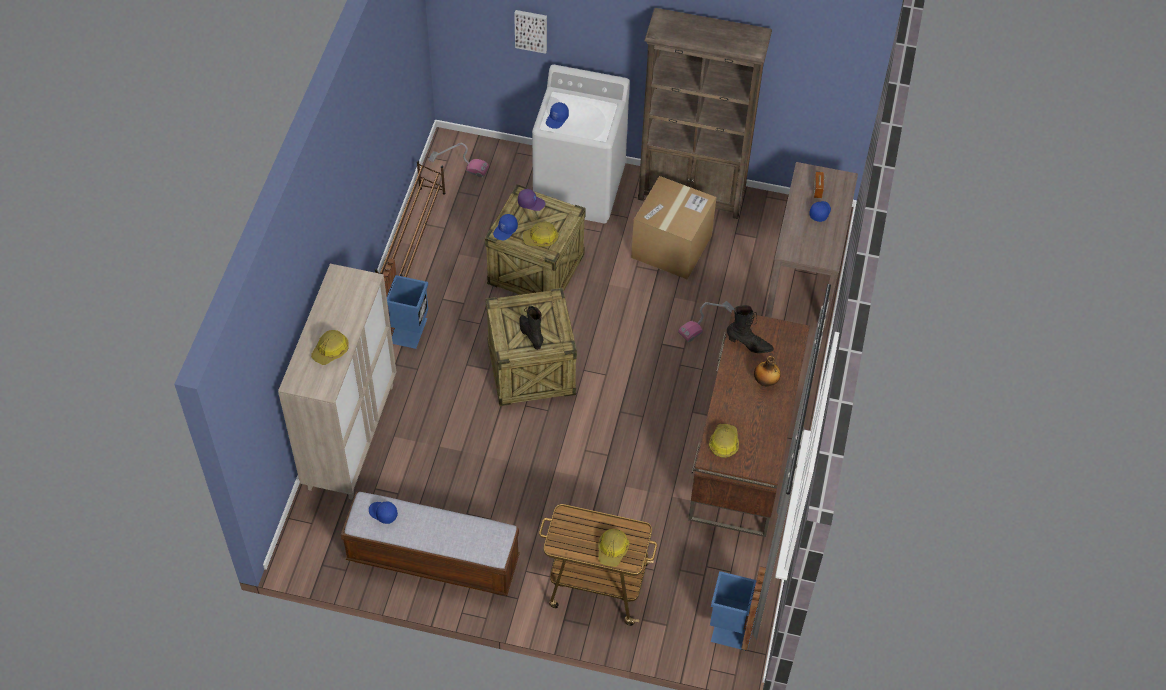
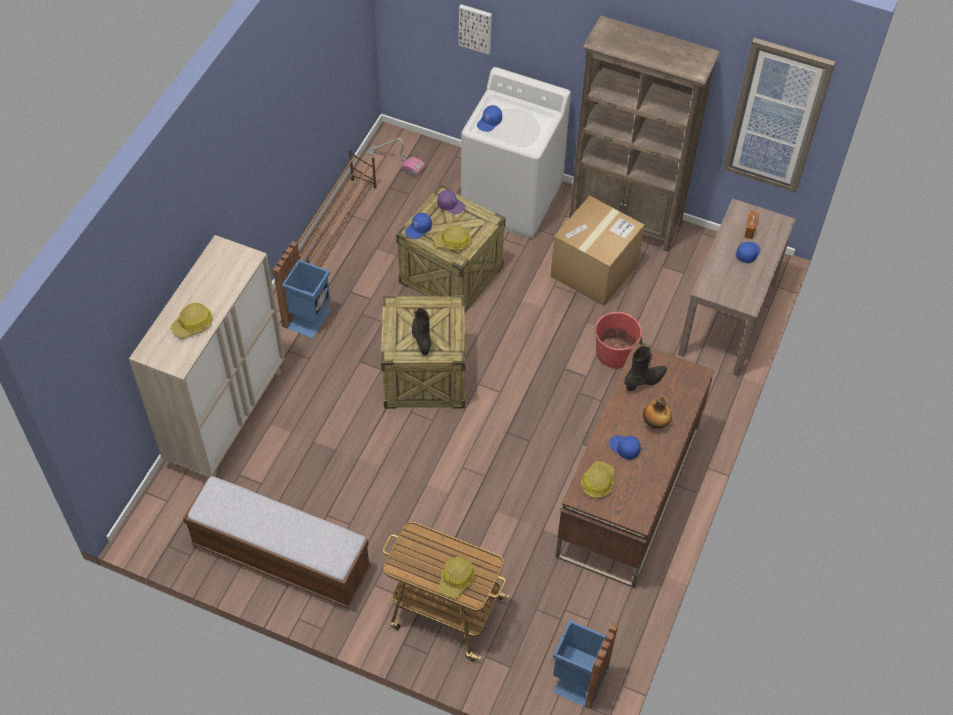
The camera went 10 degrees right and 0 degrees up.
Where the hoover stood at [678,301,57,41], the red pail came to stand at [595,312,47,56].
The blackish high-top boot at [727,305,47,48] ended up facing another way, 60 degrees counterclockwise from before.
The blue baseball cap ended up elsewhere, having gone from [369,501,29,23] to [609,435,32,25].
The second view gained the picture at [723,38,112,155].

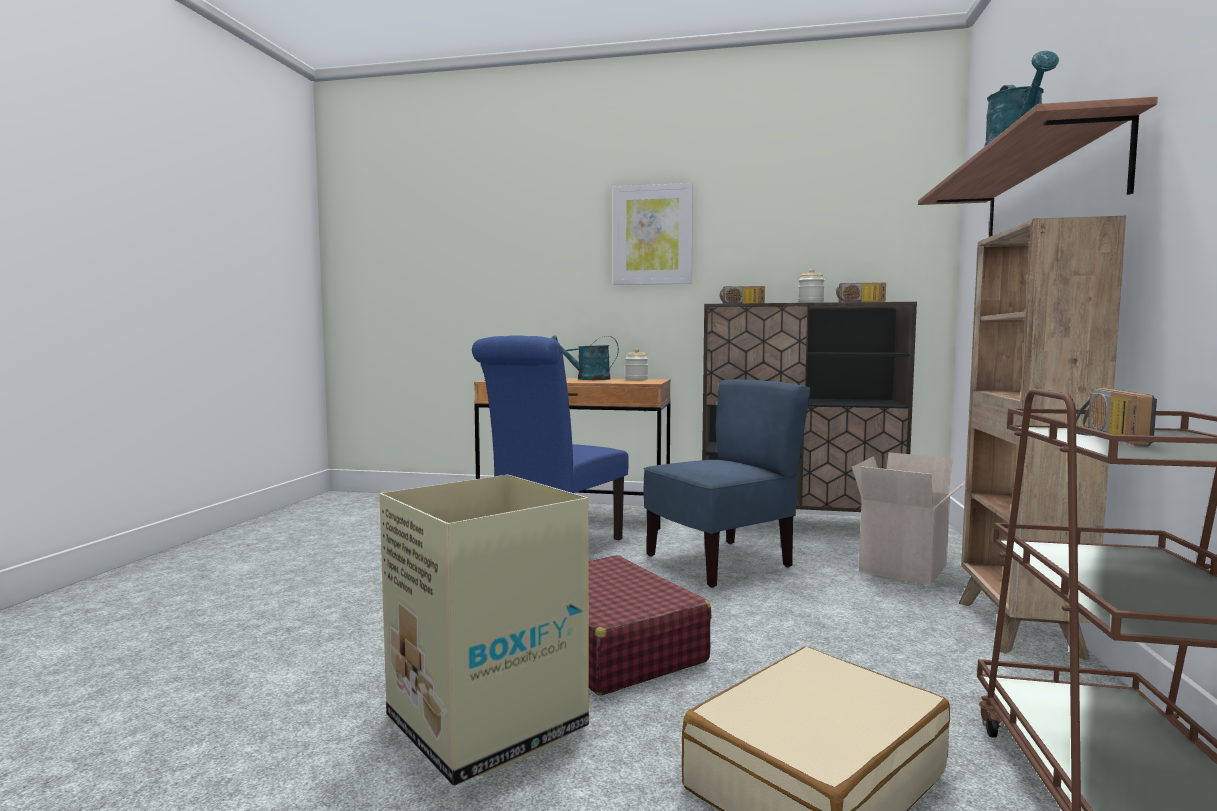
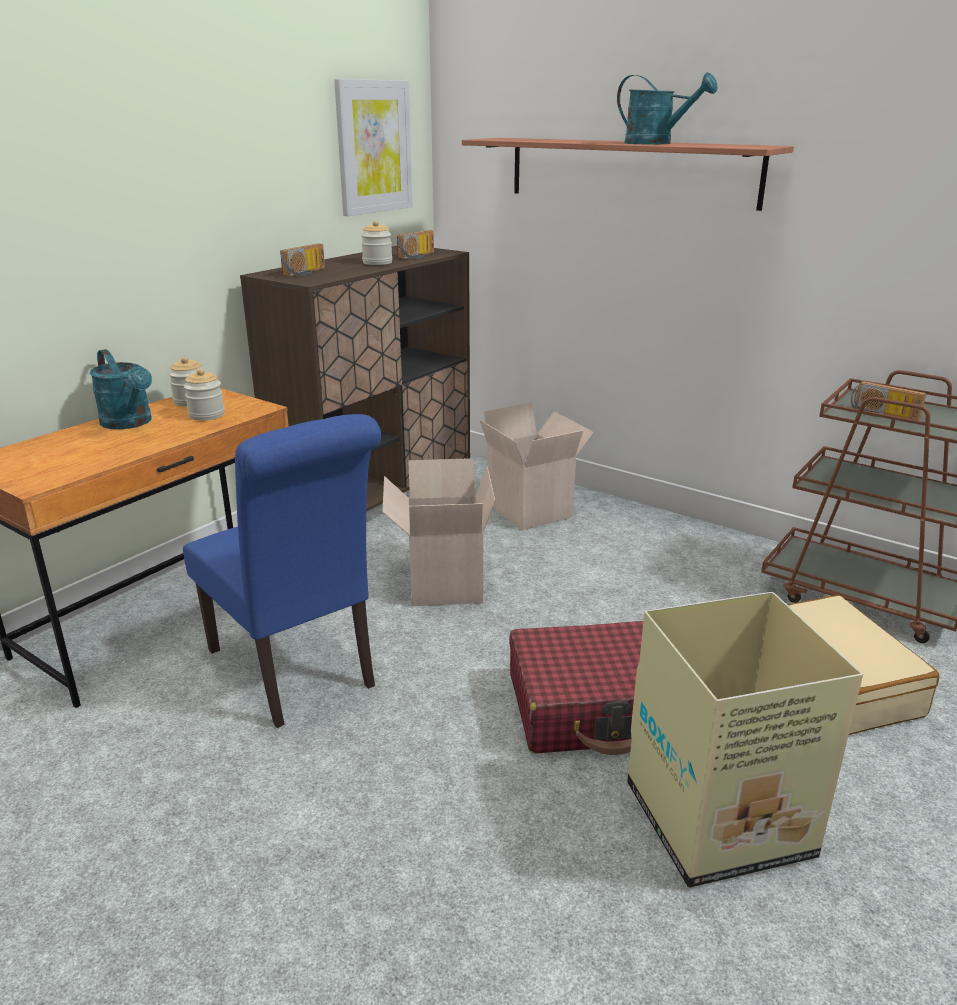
The camera went 65 degrees left and 20 degrees up.
The picture ended up elsewhere, having gone from [613,183,80,102] to [334,79,79,137].
The second view lost the brownish bookshelf at [959,216,167,444].
The blue-green watering pot at [552,335,67,45] ended up facing another way, 60 degrees counterclockwise from before.
Where the blue plain chair stood at [644,379,166,209], the carton came to stand at [382,458,113,148].
The second view gained the jar at [184,368,41,53].

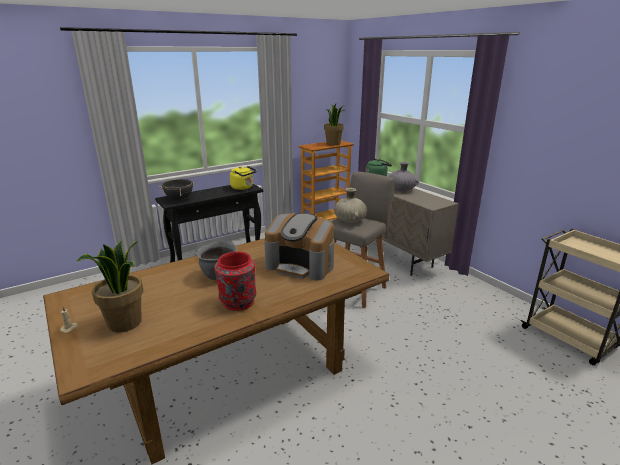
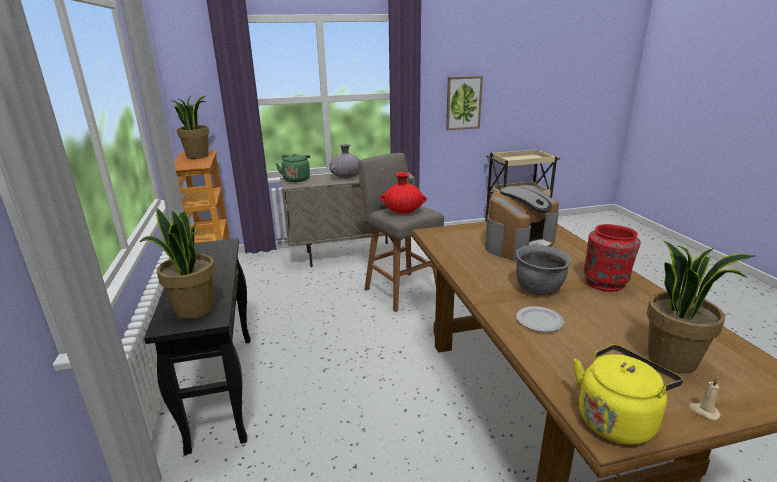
The camera went 70 degrees left and 0 degrees up.
The yellow-coloured tea kettle ended up elsewhere, having gone from [230,166,27,24] to [574,344,109,101].
Where the blackish saucepot stood at [158,179,38,21], the potted plant came to stand at [140,208,76,111].
What was the beige vase at [334,188,33,35] turned into the red vase at [380,172,47,42].
The second view gained the picture at [446,76,37,54].
The second view gained the plate at [516,306,48,26].

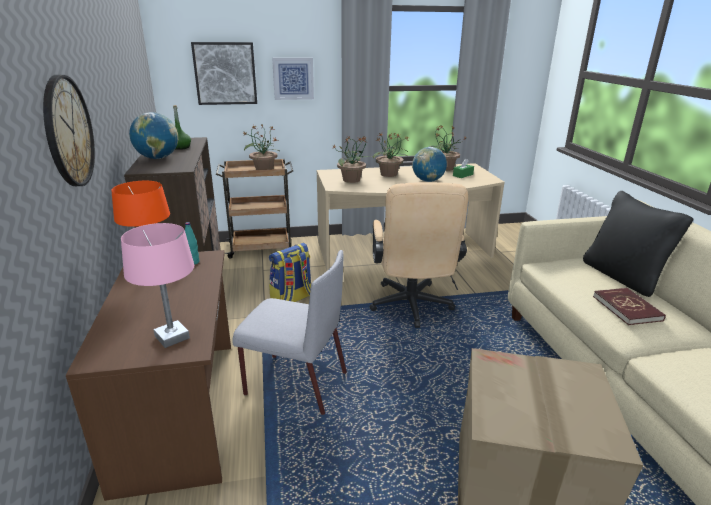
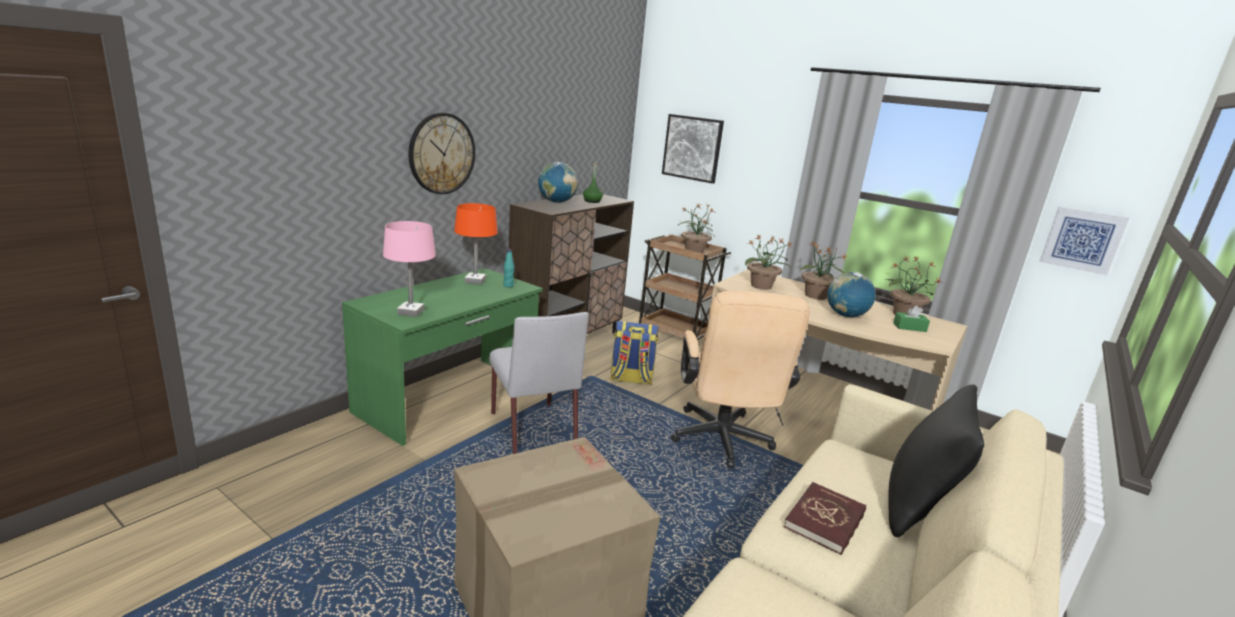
The camera went 45 degrees right and 5 degrees down.
The picture ended up elsewhere, having gone from [272,57,42,43] to [1039,207,90,68].
The beige computer chair at [369,182,99,146] ended up facing another way, 45 degrees counterclockwise from before.
What was the brownish desk unit at [66,250,165,251] turned into the greenish desk unit at [342,268,201,178].

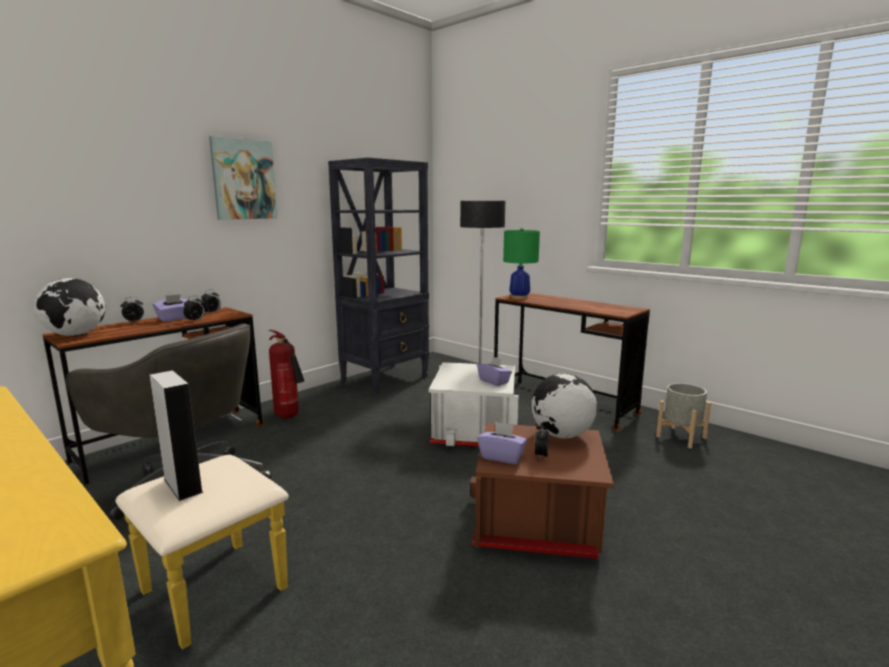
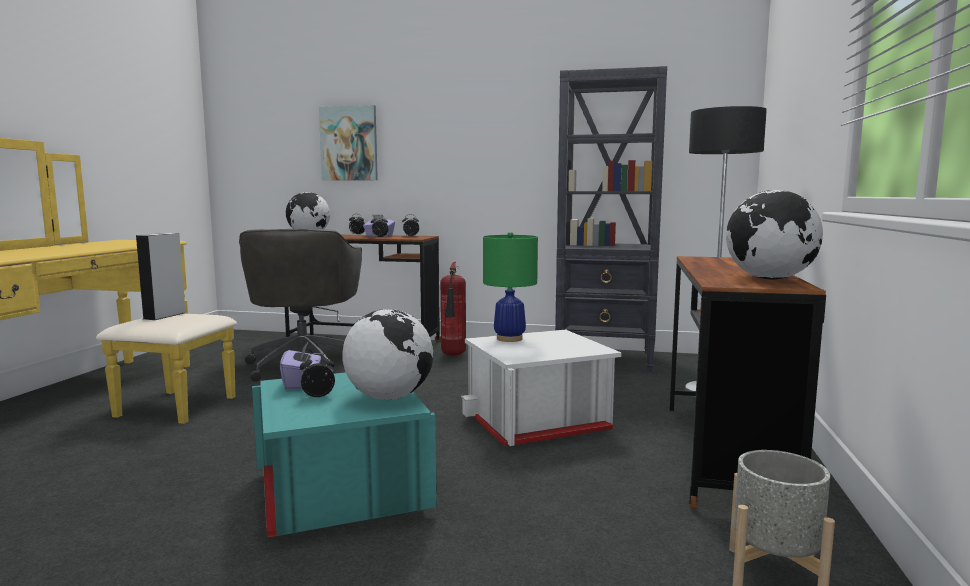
The camera went 60 degrees right and 5 degrees down.
The picture ended up elsewhere, having gone from [209,136,69,84] to [319,105,59,76].
The greenish tabletop lamp ended up elsewhere, having gone from [503,228,37,71] to [483,232,55,110].
The second view lost the purple-coloured tissue box at [477,357,35,29].
What was the brownish storage box at [470,423,144,136] turned into the blue-green storage box at [252,372,185,165].
The second view gained the globe at [726,190,97,90].

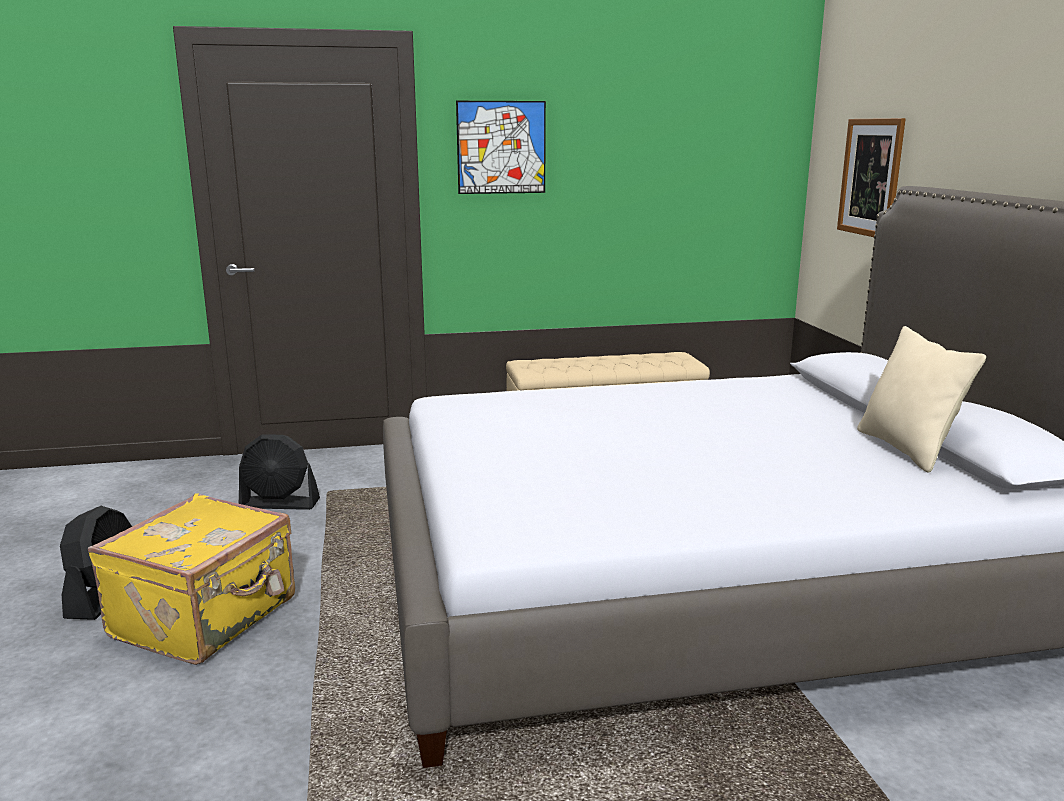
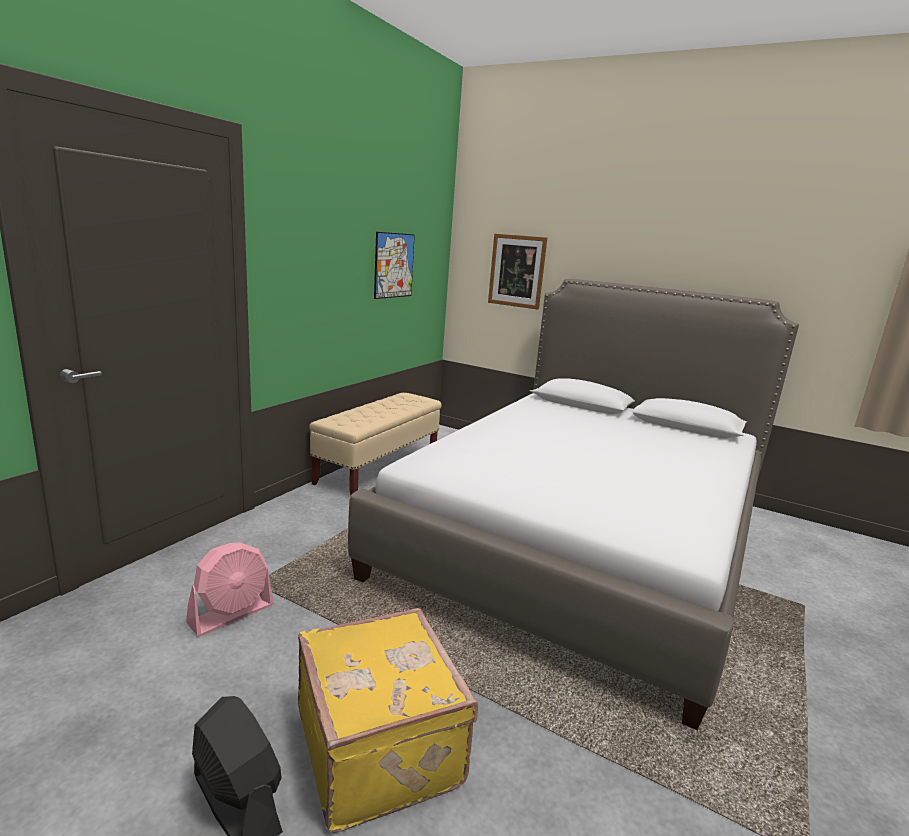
The camera went 50 degrees left and 0 degrees up.
The picture ended up elsewhere, having gone from [456,101,90,93] to [374,232,41,67].
The second view lost the beige throw pillow at [857,326,129,147].
What was the blackish fan at [239,434,81,76] turned into the pinkish fan at [186,543,88,93].

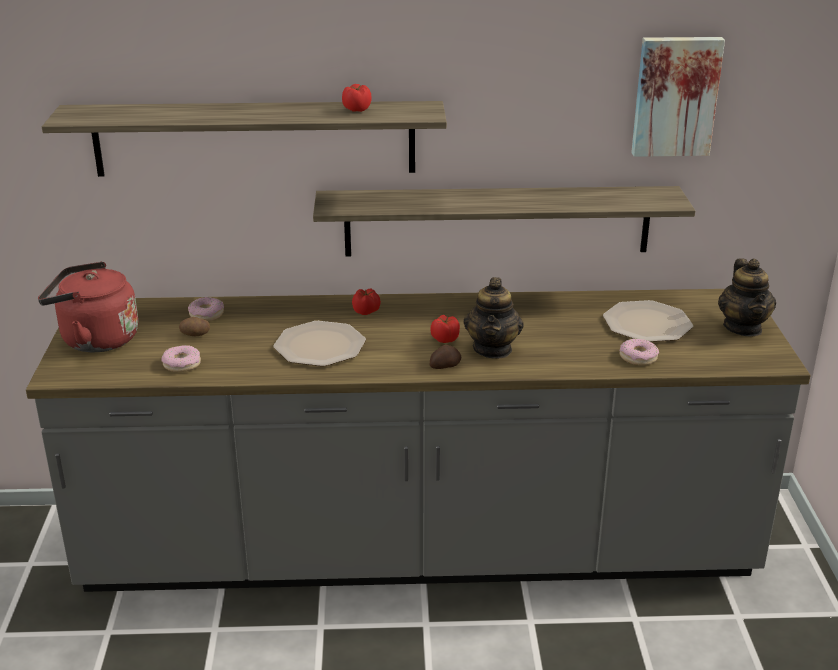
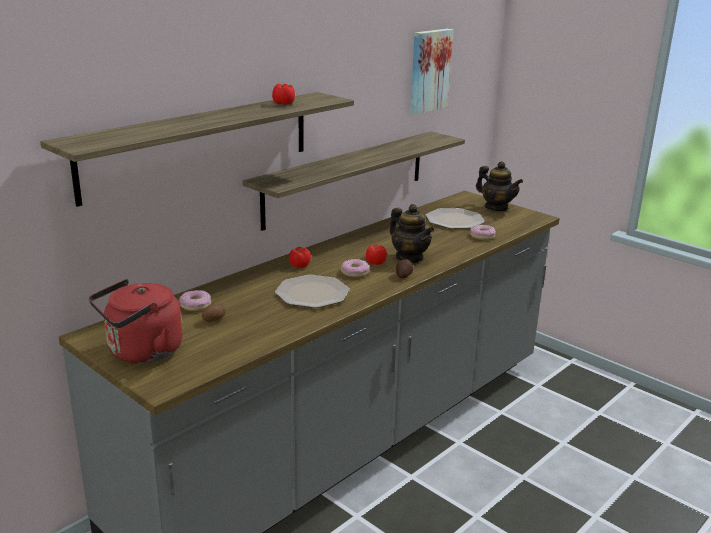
The camera went 45 degrees left and 5 degrees down.
The donut ended up elsewhere, having gone from [161,345,40,27] to [341,259,29,18].

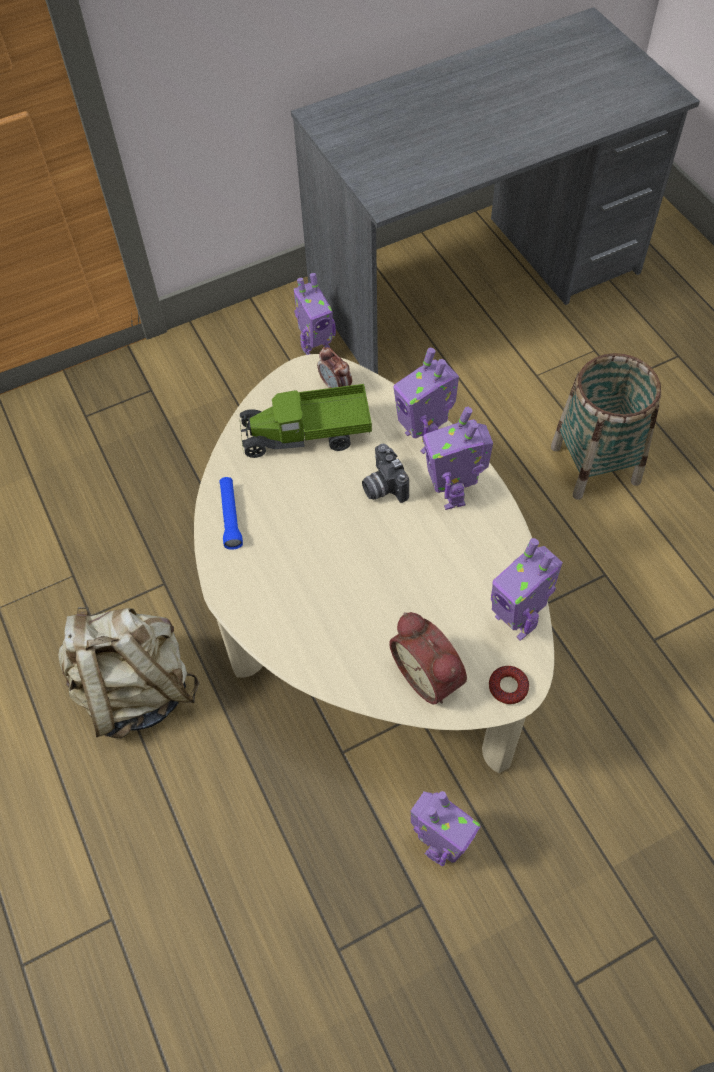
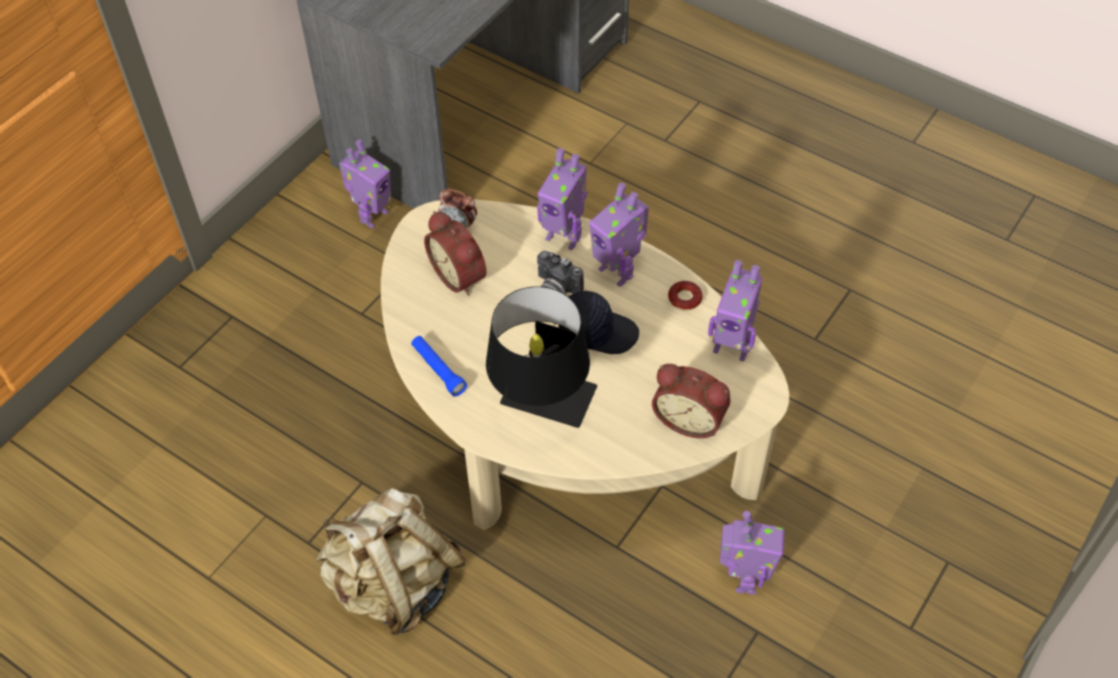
The camera went 30 degrees left and 5 degrees down.
The second view lost the basket at [551,353,110,147].
Where the model truck stood at [240,384,132,74], the alarm clock came to stand at [424,211,63,85].
The donut ended up elsewhere, having gone from [489,666,40,38] to [668,281,35,30].
The second view gained the blackish tabletop lamp at [486,286,111,142].
The second view gained the blackish baseball cap at [558,290,81,64].

